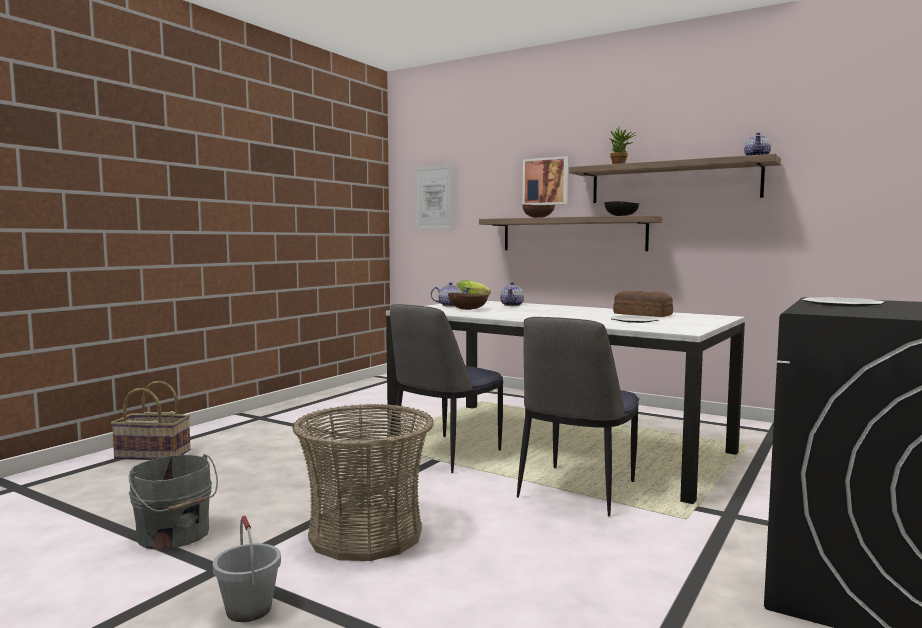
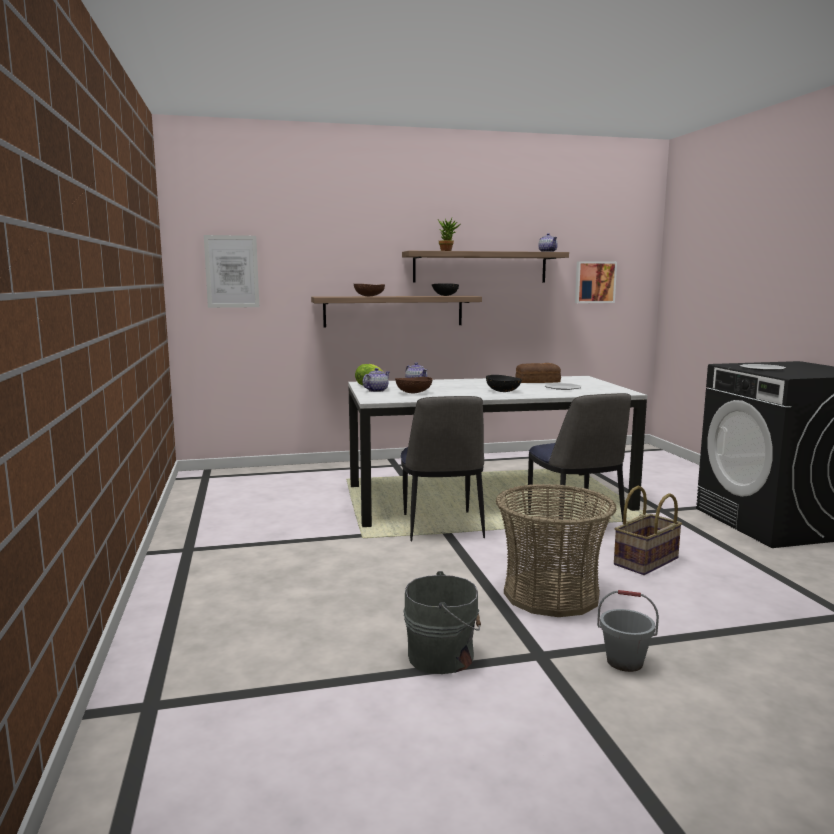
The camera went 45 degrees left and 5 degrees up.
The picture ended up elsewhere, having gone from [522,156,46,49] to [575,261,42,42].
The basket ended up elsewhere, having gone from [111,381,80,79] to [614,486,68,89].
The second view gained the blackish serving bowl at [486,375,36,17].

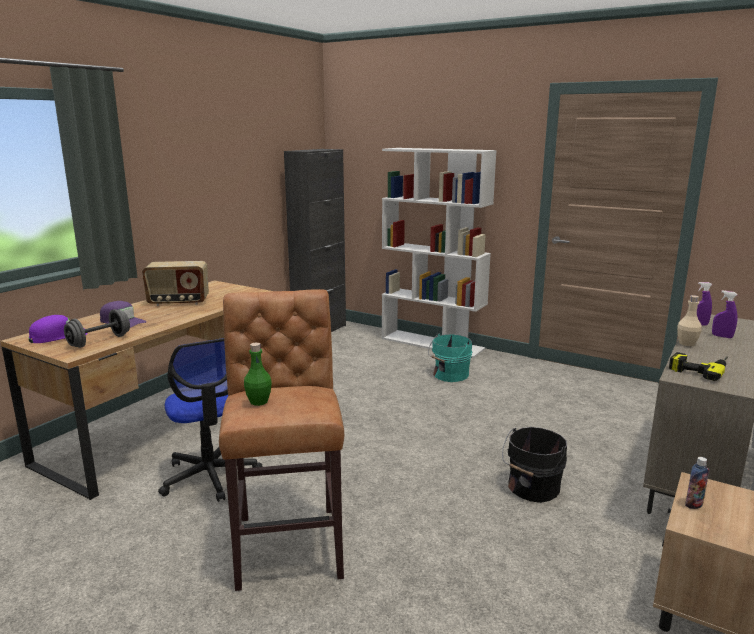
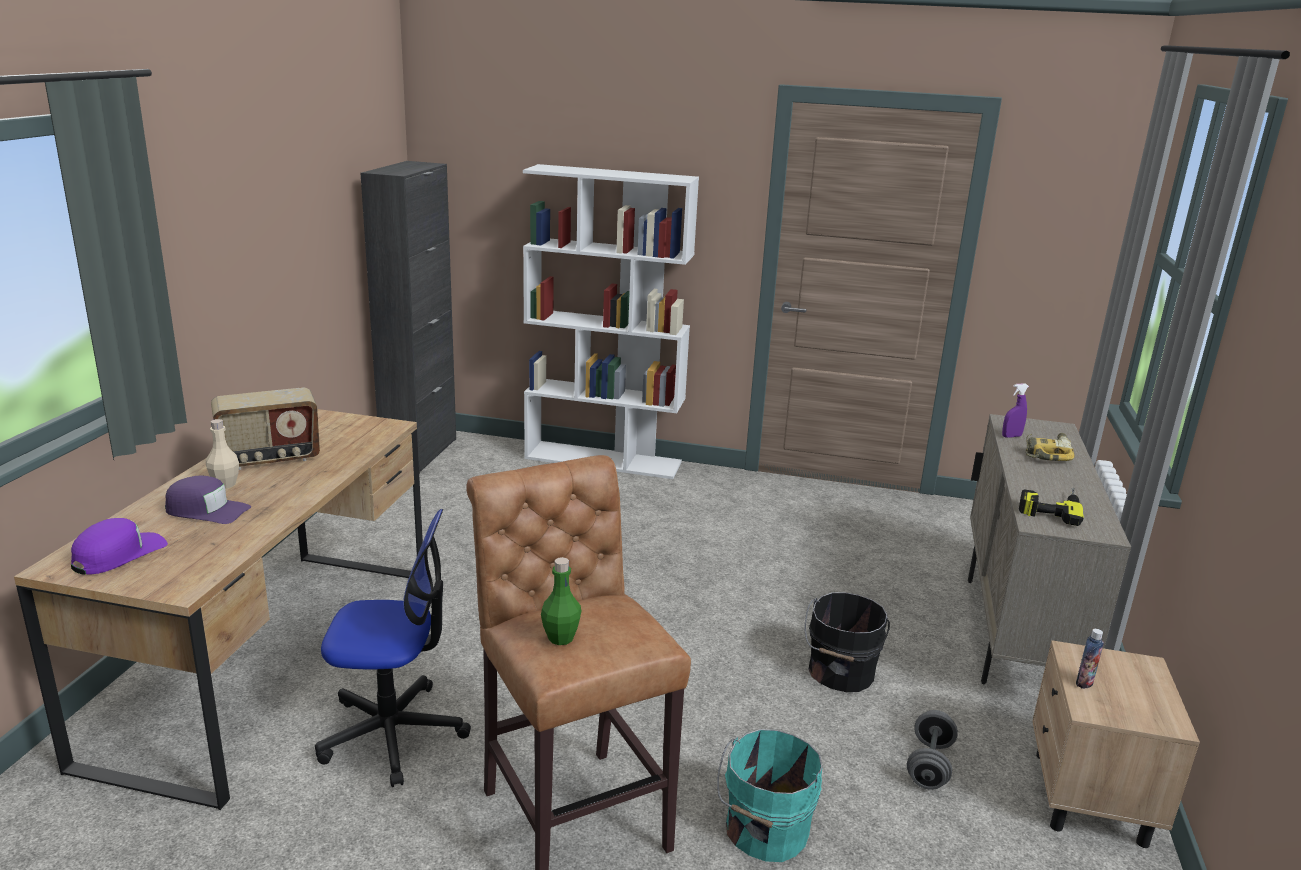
The camera went 20 degrees left and 5 degrees up.
Where the purple-coloured sprayer stood at [712,291,26,47], the drill came to stand at [1026,433,48,28].
The beige bottle ended up elsewhere, having gone from [677,295,25,51] to [206,419,33,69].
The gray hand weight ended up elsewhere, having gone from [64,309,66,39] to [907,710,51,80].
The blue-green pail ended up elsewhere, having gone from [428,333,44,49] to [717,729,105,133].
The computer chair at [158,338,104,164] ended up facing another way, 45 degrees counterclockwise from before.

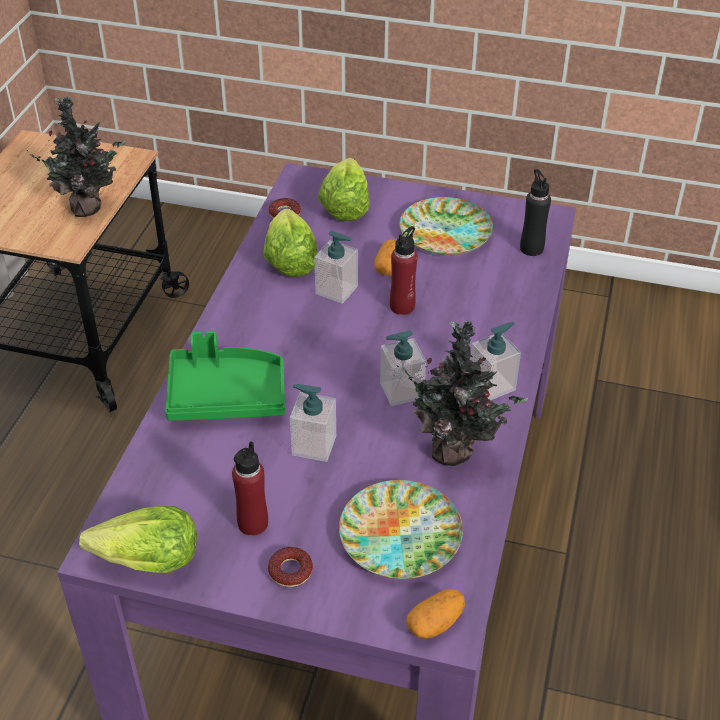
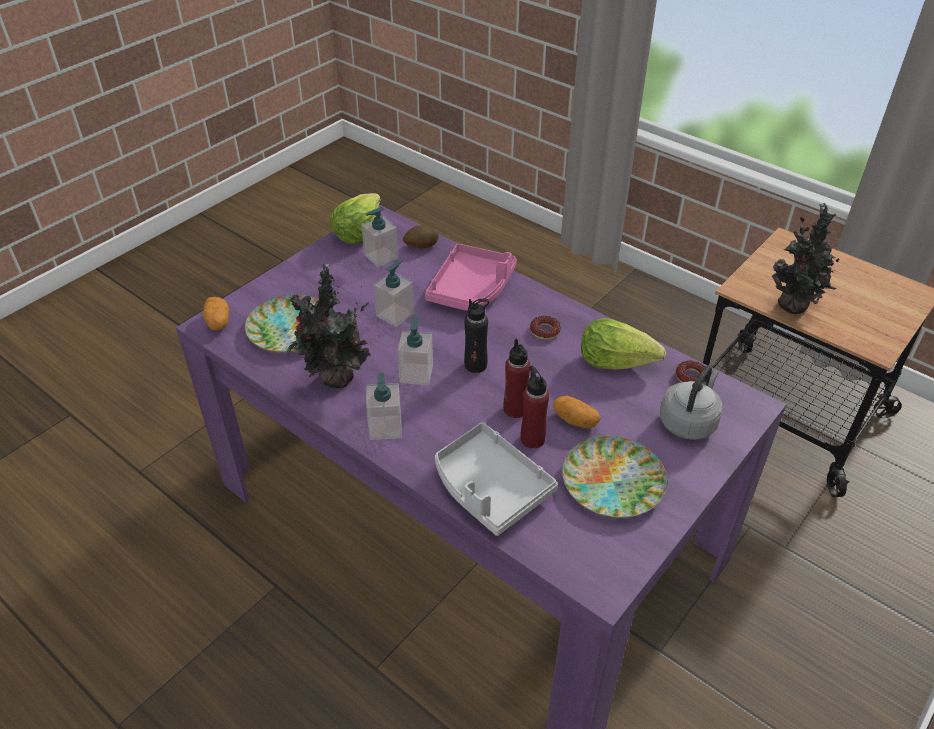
The camera went 115 degrees right and 0 degrees up.
Where the lettuce head stood at [318,158,51,63], the gray tea kettle came to stand at [660,366,63,74].
The blackish bottle ended up elsewhere, having gone from [520,169,31,87] to [464,299,25,74].
The soap bottle ended up elsewhere, having gone from [314,231,44,73] to [361,207,38,60].
What was the greenish tray at [165,331,120,90] turned into the pinkish tray at [425,243,92,68].
The red bottle ended up elsewhere, having gone from [232,441,36,95] to [520,366,29,83].
The donut ended up elsewhere, having gone from [268,547,45,40] to [530,316,31,24].
The second view gained the spud at [403,226,36,22].
The second view gained the gray tray at [435,422,123,114].

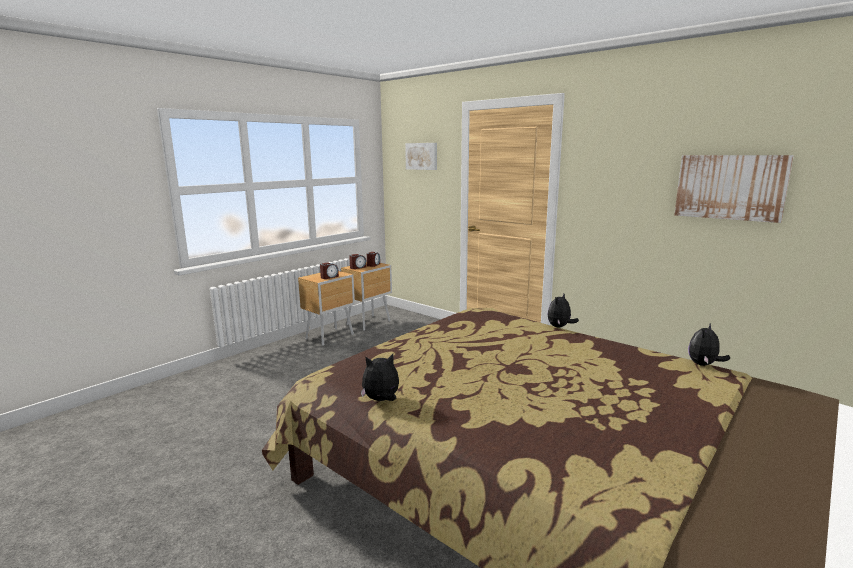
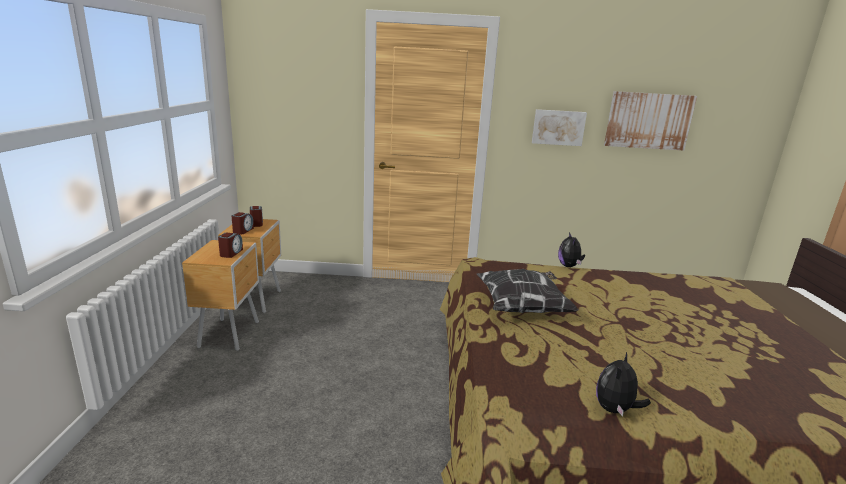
The camera went 40 degrees left and 5 degrees up.
The picture ended up elsewhere, having gone from [405,143,32,27] to [532,109,55,37].
The second view lost the cuddly toy at [688,324,42,42].
The second view gained the throw pillow at [477,269,102,44].

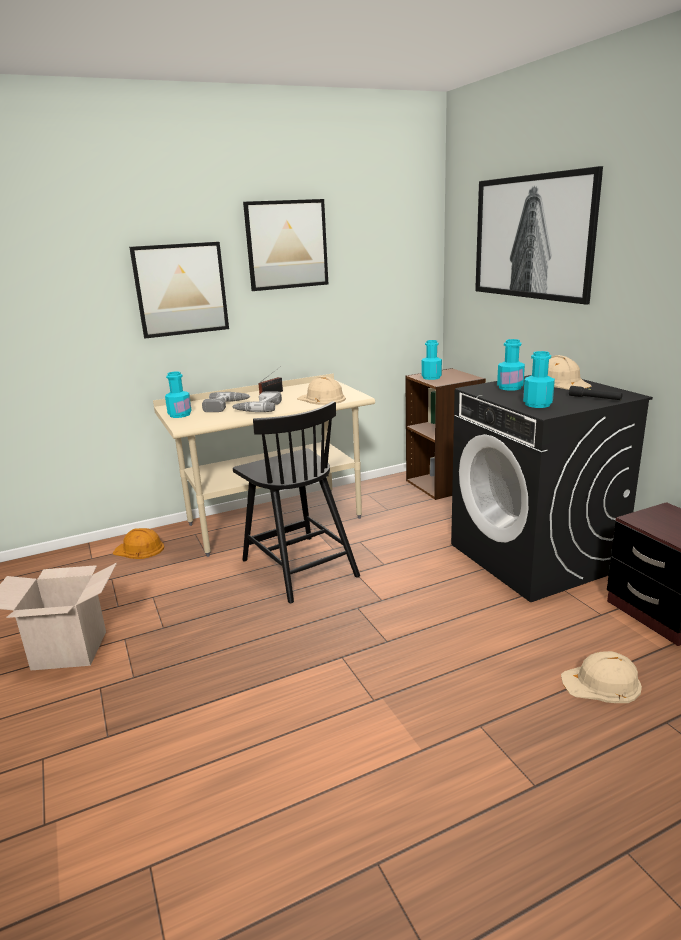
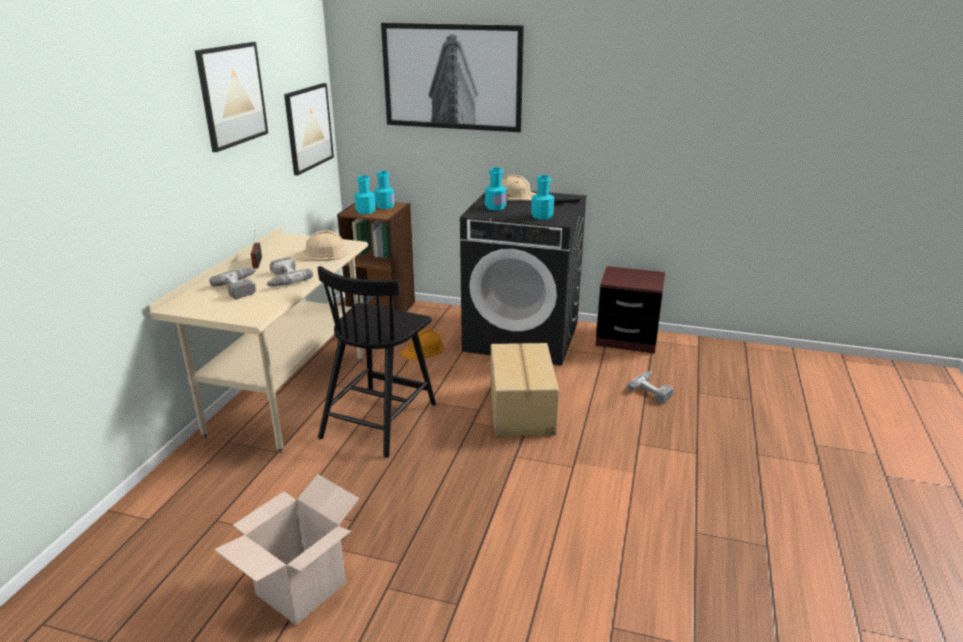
The camera went 50 degrees left and 5 degrees up.
The picture ended up elsewhere, having gone from [129,242,100,96] to [284,83,50,93].
The blue-green bottle ended up elsewhere, having gone from [165,371,27,47] to [374,171,21,38].
The blackish plain chair at [233,401,127,202] ended up facing another way, 105 degrees clockwise from before.
The orangey work helmet ended up elsewhere, having gone from [113,528,51,31] to [400,329,44,31].
Where the beige work helmet stood at [561,651,81,52], the drill came to stand at [627,371,47,33].
The second view gained the carton at [490,343,69,93].

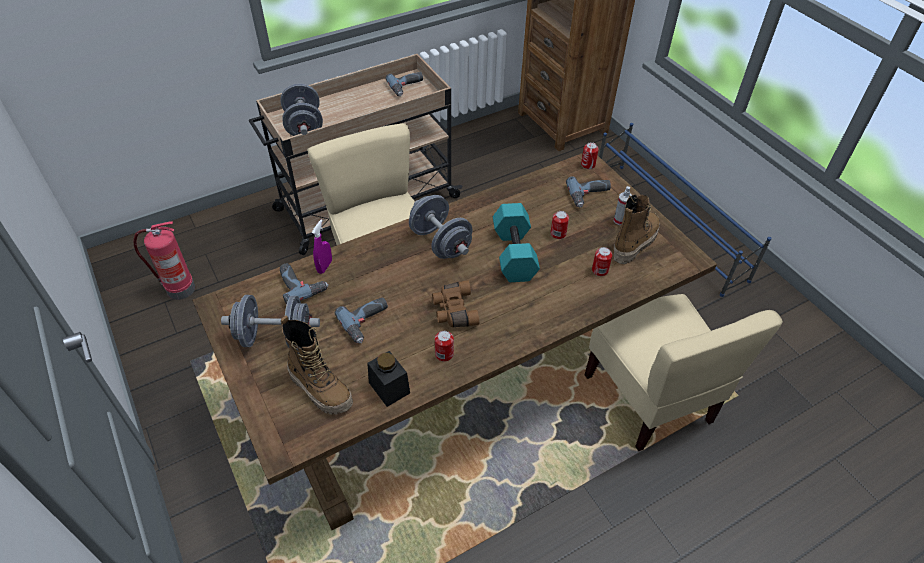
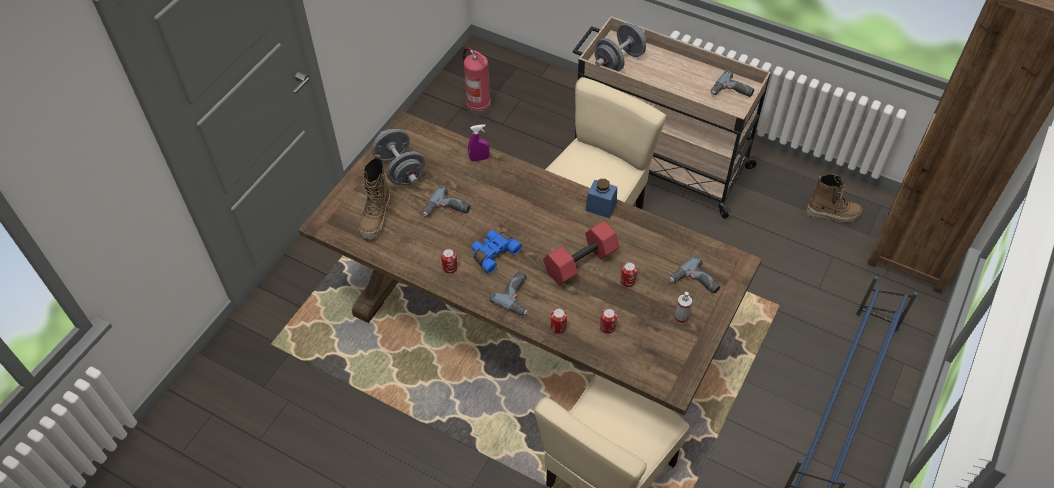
The camera went 60 degrees right and 5 degrees up.
The sealed can ended up elsewhere, having gone from [581,142,18,27] to [551,308,16,26].
The second view lost the gray hand weight at [409,195,63,64].
The high-top boot ended up elsewhere, having gone from [613,195,47,69] to [806,174,56,49].
What was the blue-green hand weight at [493,203,47,79] turned into the red hand weight at [543,221,77,64].
The drill ended up elsewhere, having gone from [280,264,49,41] to [490,271,38,45].
What was the brownish field glasses at [432,281,47,46] turned into the blue field glasses at [471,230,51,43].
The second view lost the blackish jar at [367,351,43,56].
The second view gained the blue jar at [585,179,32,39].

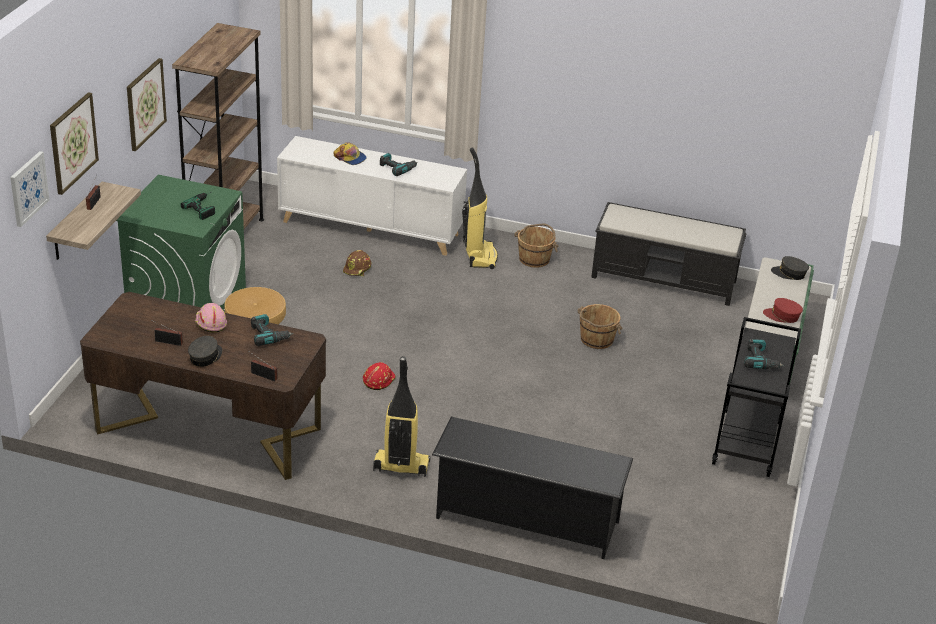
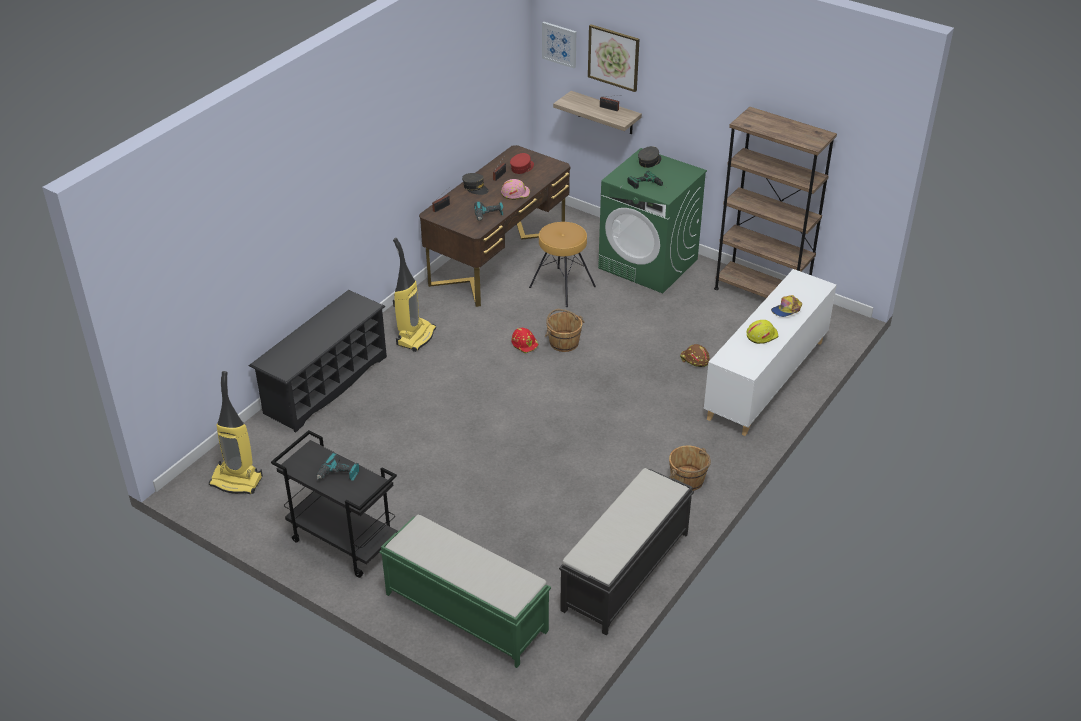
The camera went 110 degrees right and 5 degrees up.
The second view lost the picture at [127,58,40,93].
The hoover ended up elsewhere, having gone from [462,147,36,122] to [209,371,54,123].
Where the drill stood at [380,153,38,23], the yellow-coloured work helmet came to stand at [747,320,31,24].
The gray baseball cap ended up elsewhere, having gone from [771,256,38,24] to [638,146,24,22].
The red baseball cap ended up elsewhere, having gone from [763,298,40,25] to [510,153,24,21].
The brownish pail ended up elsewhere, having gone from [577,304,45,45] to [545,309,39,43].

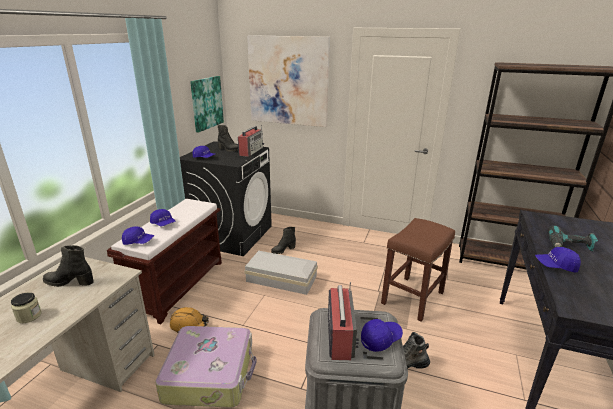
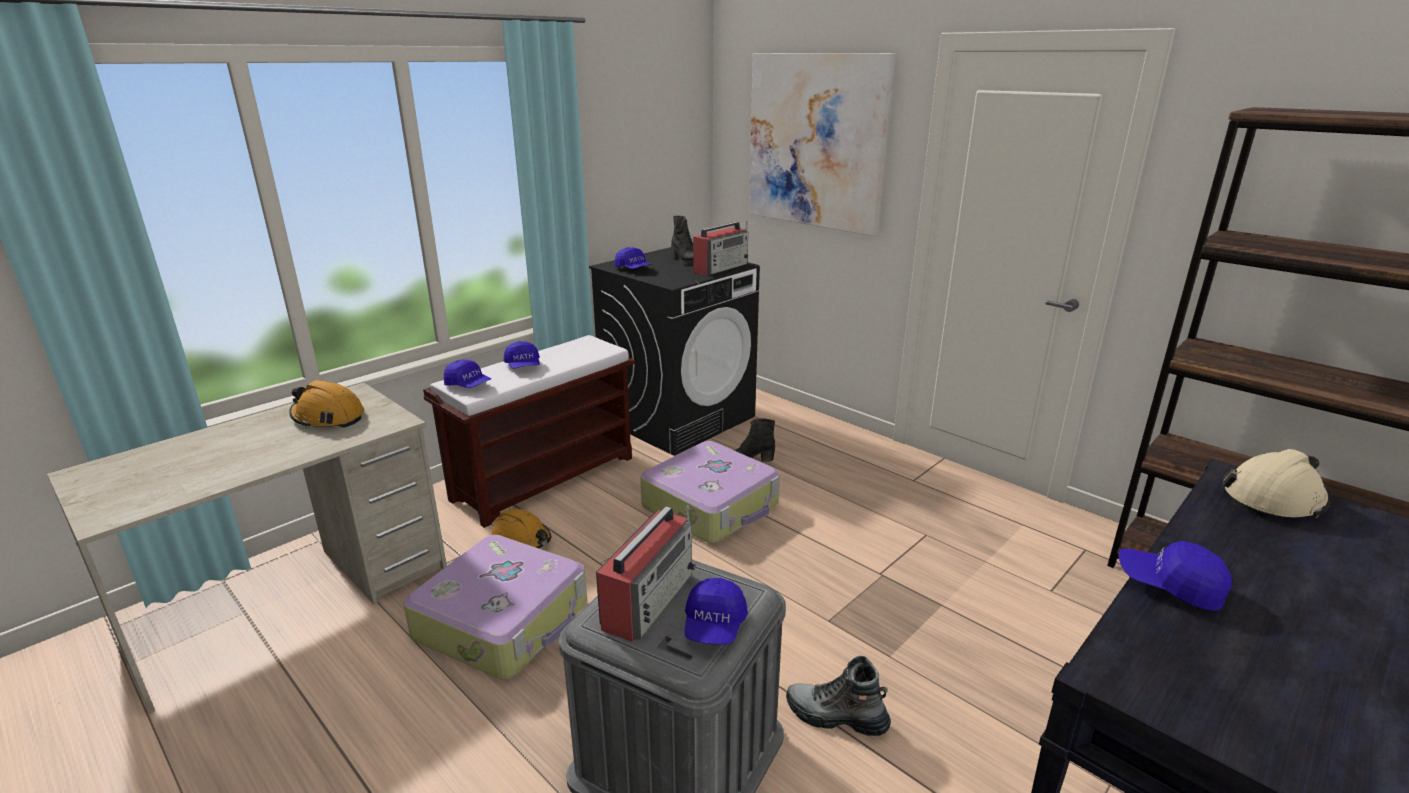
The camera went 25 degrees right and 0 degrees up.
The second view lost the picture at [190,76,34,56].
The second view lost the brownish stool at [381,218,74,104].
The second view lost the drill at [548,226,50,26].
Where the blackish high-top boot stood at [43,245,51,42], the orangey work helmet came to stand at [290,380,74,48].
Where the white storage box stood at [244,250,74,45], the suitcase came to stand at [640,441,140,102].
The second view lost the jar at [11,292,31,31].
The blue baseball cap at [361,319,42,33] ended up facing another way, 105 degrees clockwise from before.
The second view gained the beige work helmet at [1223,449,108,69].

